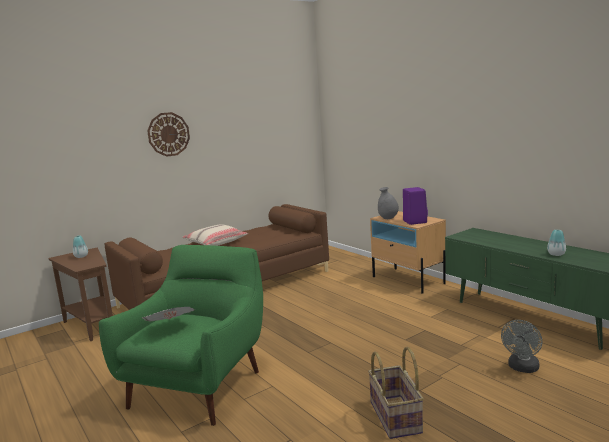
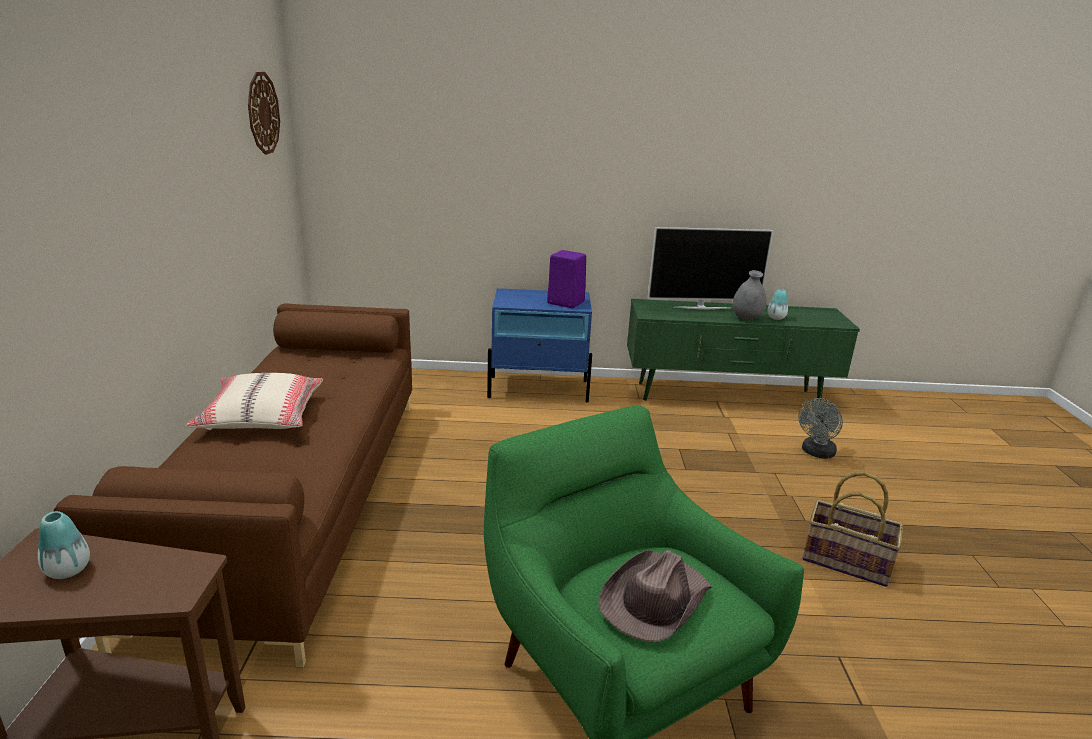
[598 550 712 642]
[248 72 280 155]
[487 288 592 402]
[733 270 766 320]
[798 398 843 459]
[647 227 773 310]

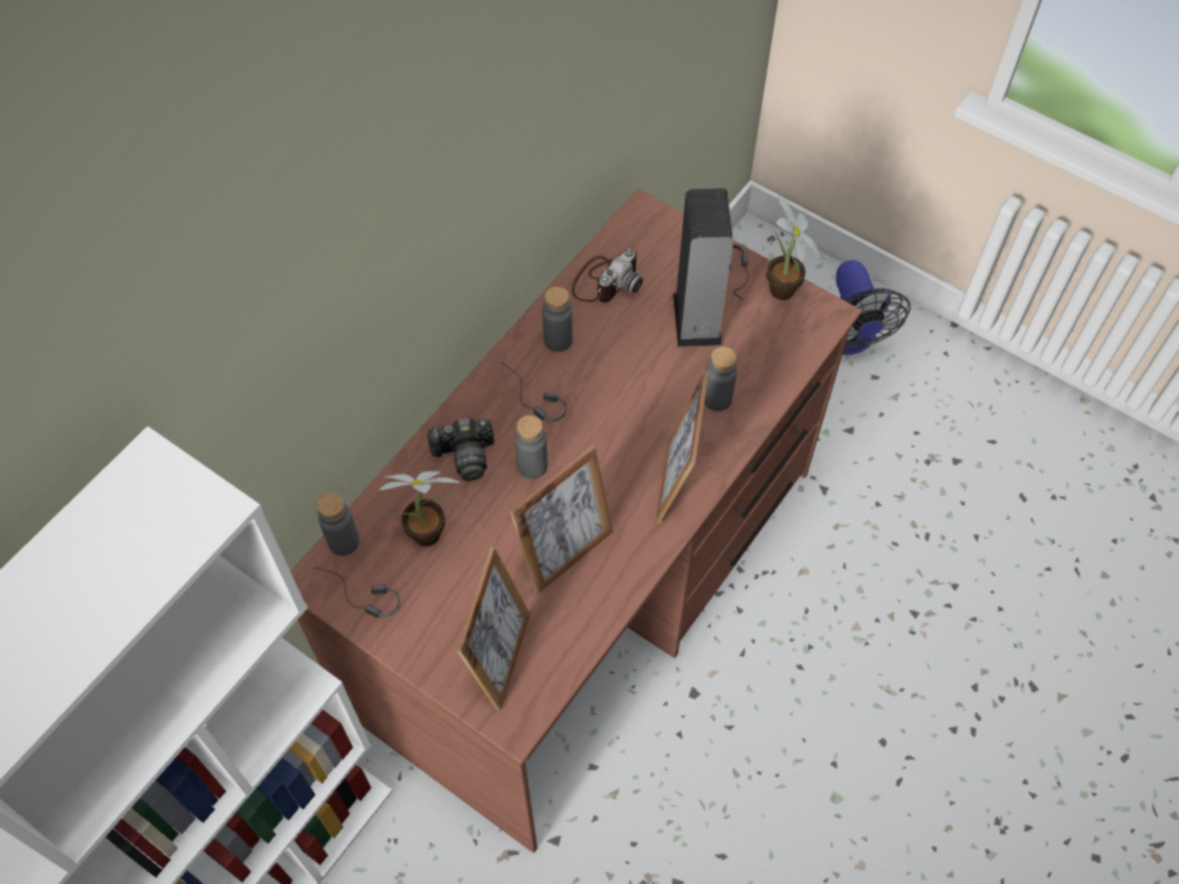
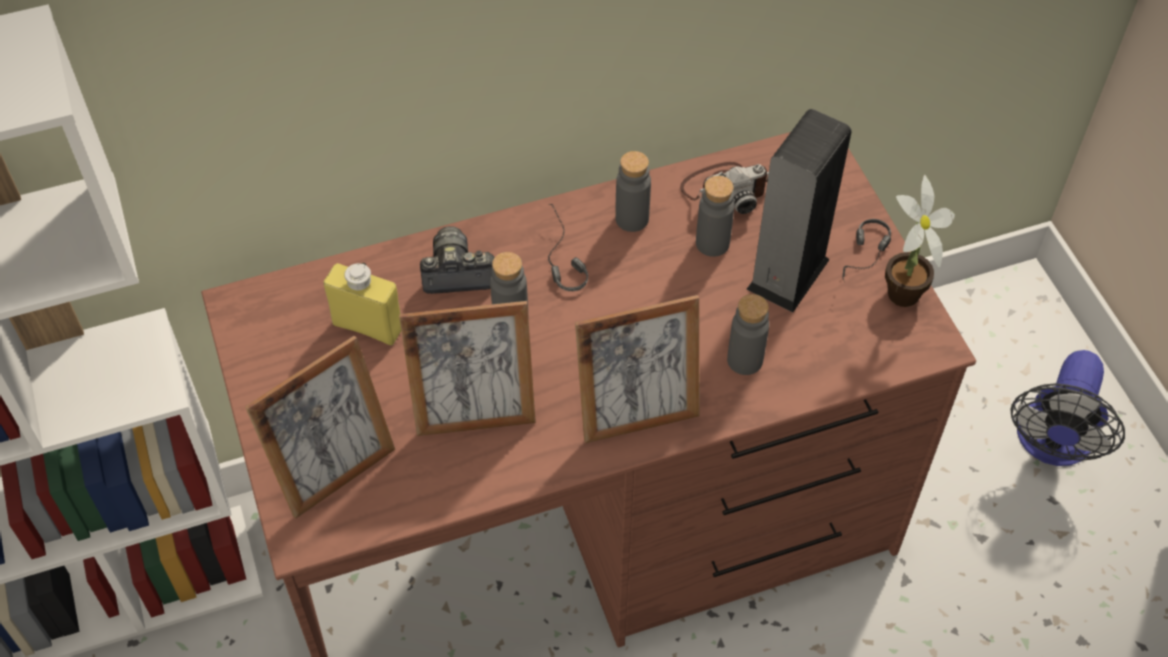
[312 567 401 617] (first image)
[696 176 735 257]
[324 263 401 345]
[420 226 494 294]
[575 295 699 443]

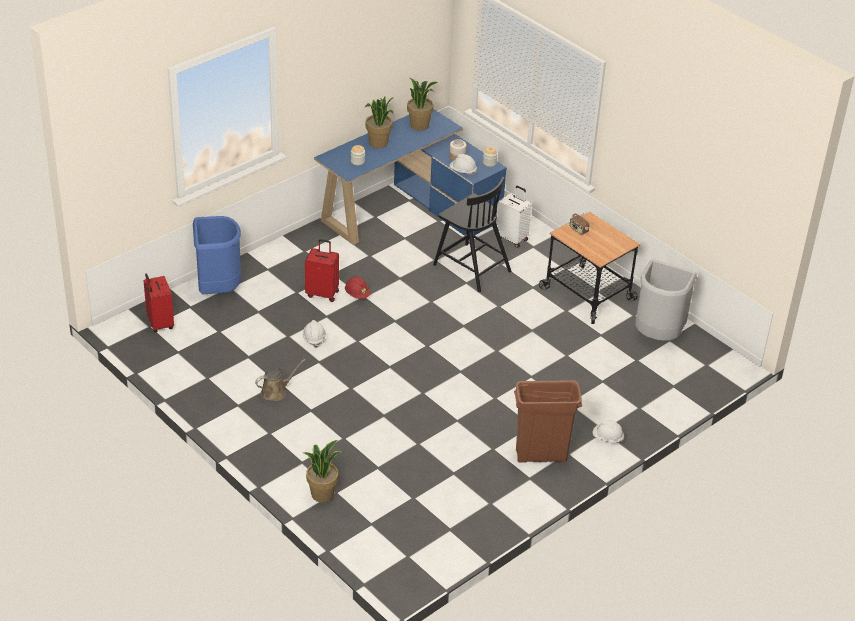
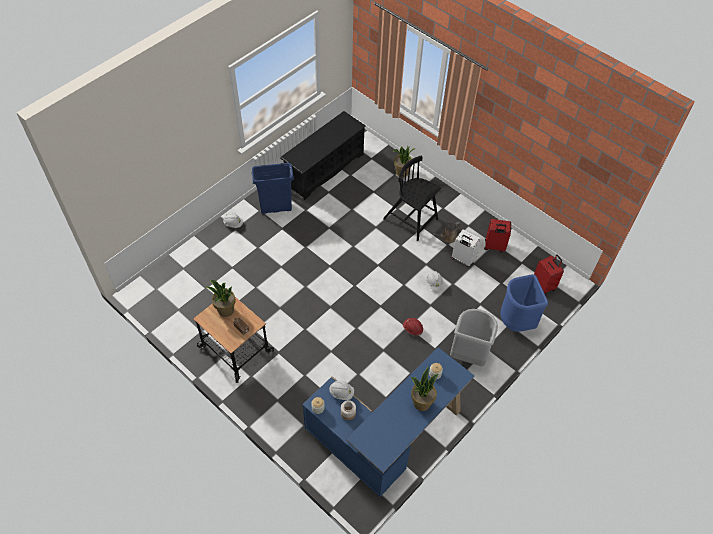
[484 219 511 253]
[206 280 236 317]
[383 155 441 241]
[452 230 481 267]
[252 163 294 214]
[450 309 498 366]
[280 111 366 200]

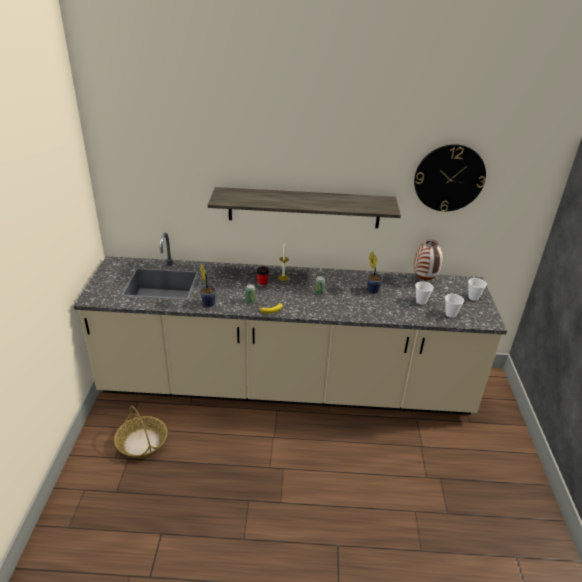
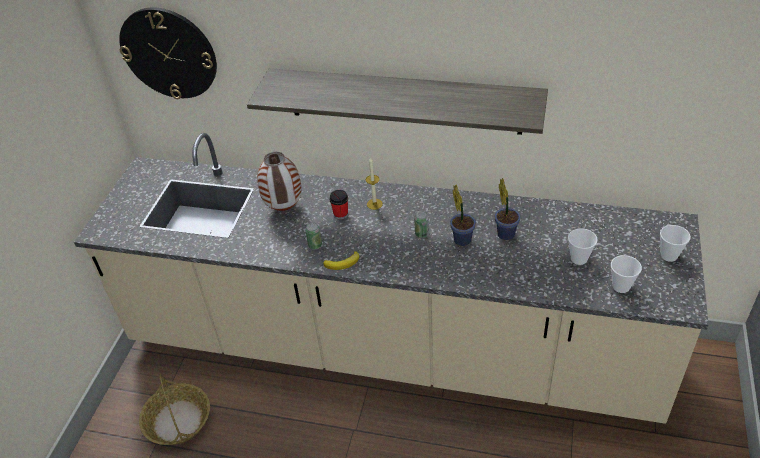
[450 185 476 246]
[257 152 302 211]
[119 7 217 99]

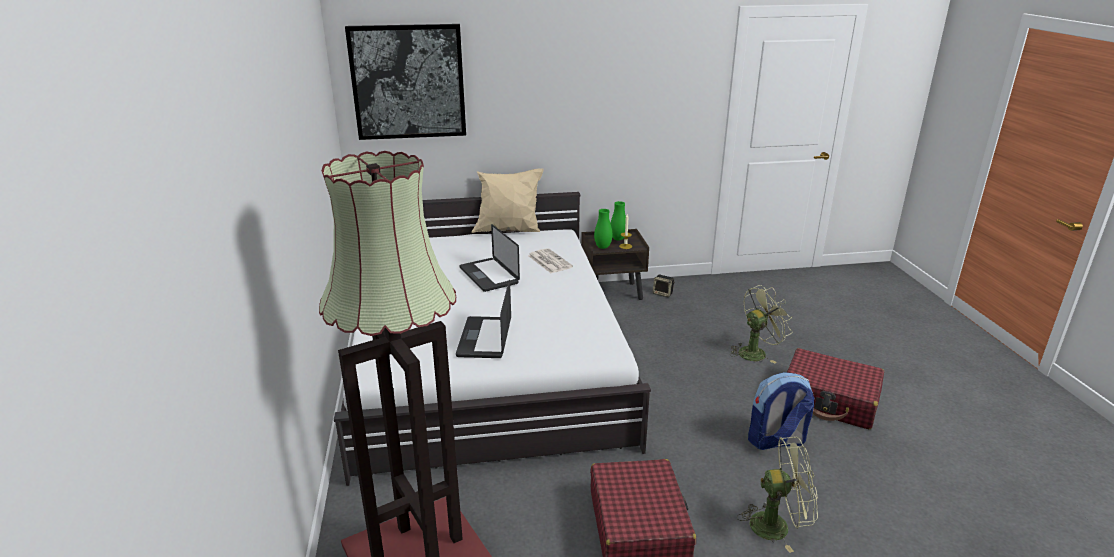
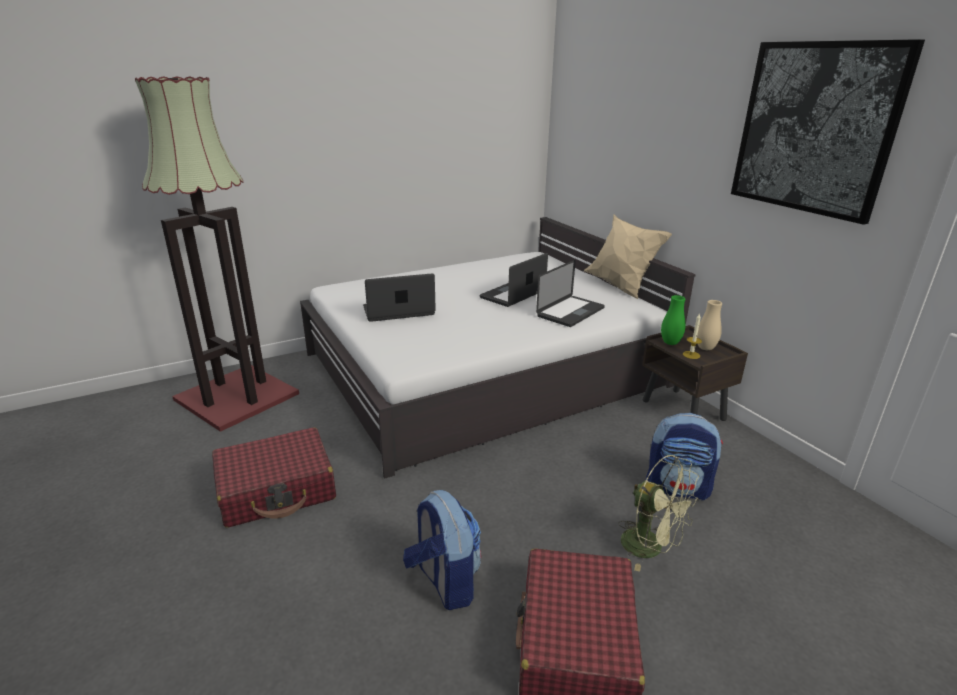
[731 39 925 225]
[536 260 605 327]
[697 300 722 350]
[653 275 675 297] (first image)
[737 437 818 553] (first image)
[646 413 723 500]

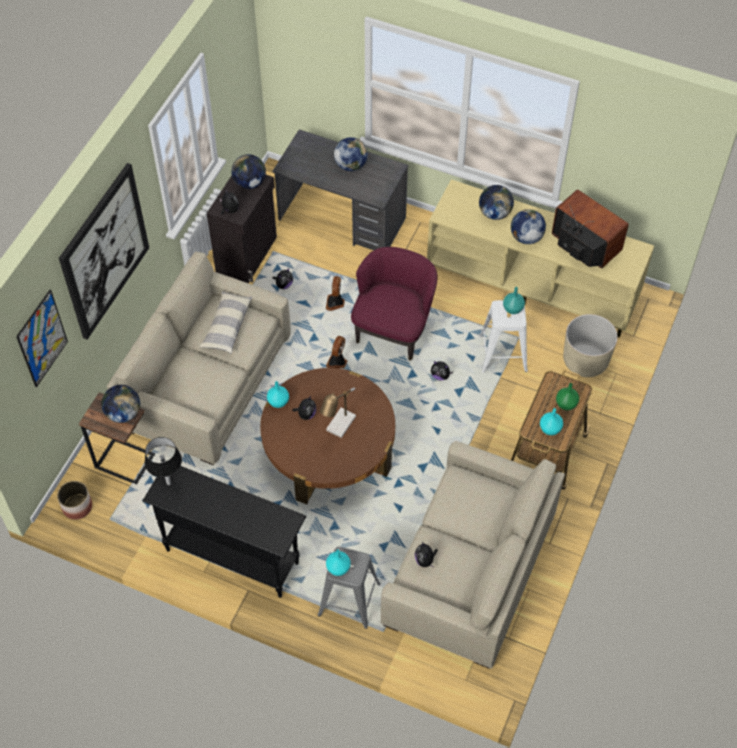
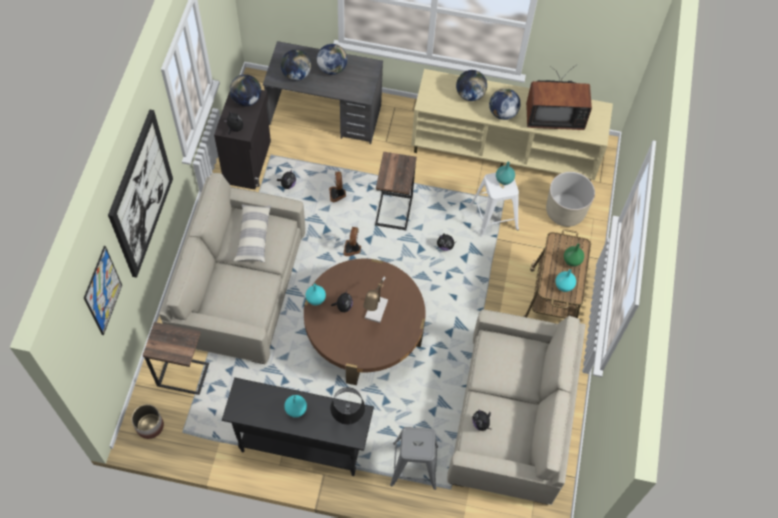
[281 50 311 81]
[330 387 365 425]
[284 395 307 418]
[375 152 417 230]
[526 65 592 130]

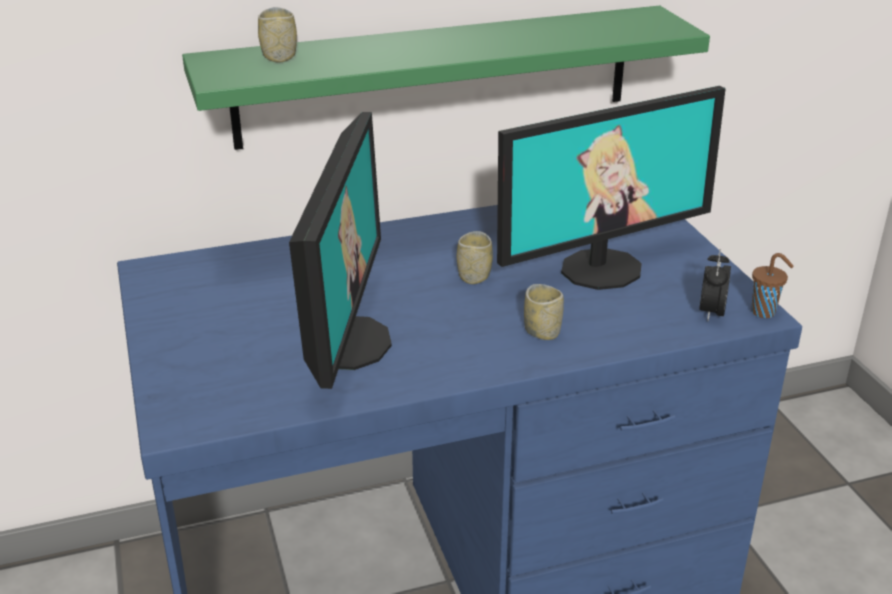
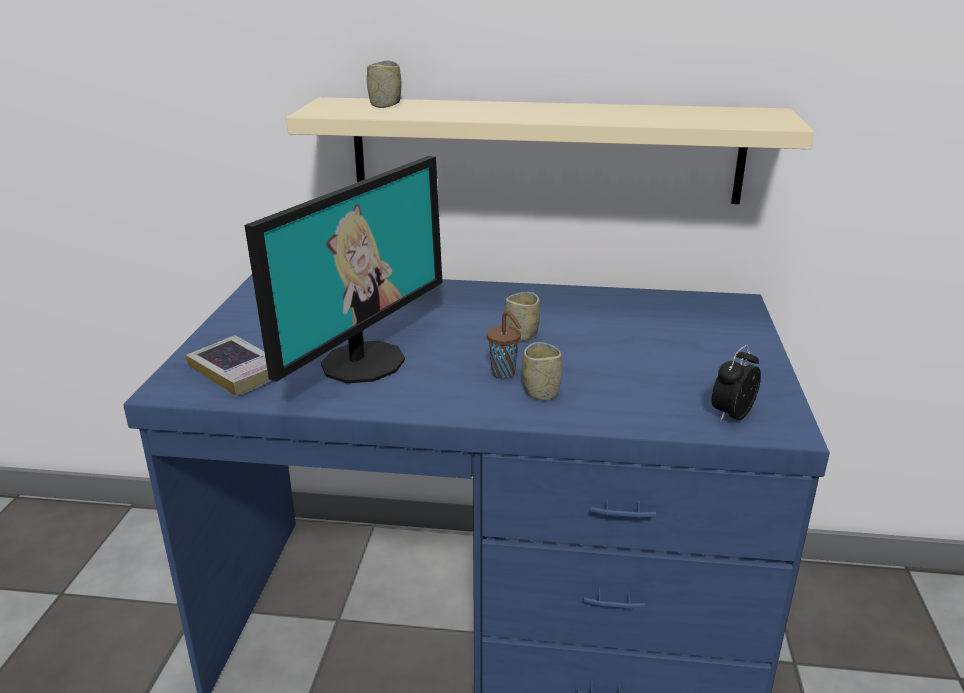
[286 97 814 204]
[497 86 726 290] (first image)
[487 311 522 378]
[186 335 271 396]

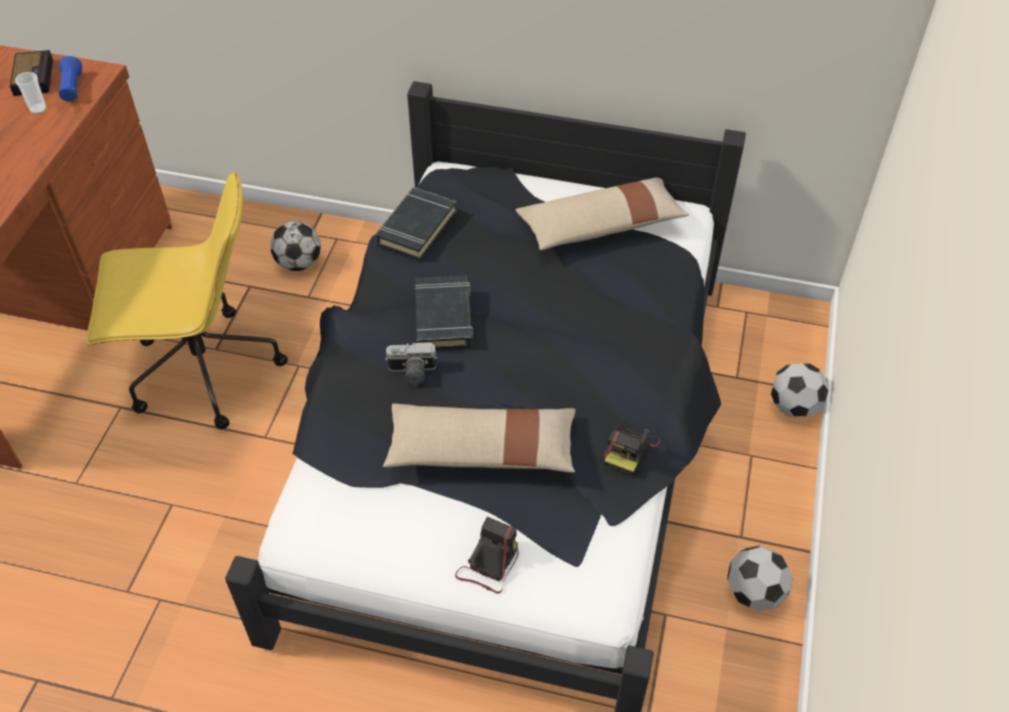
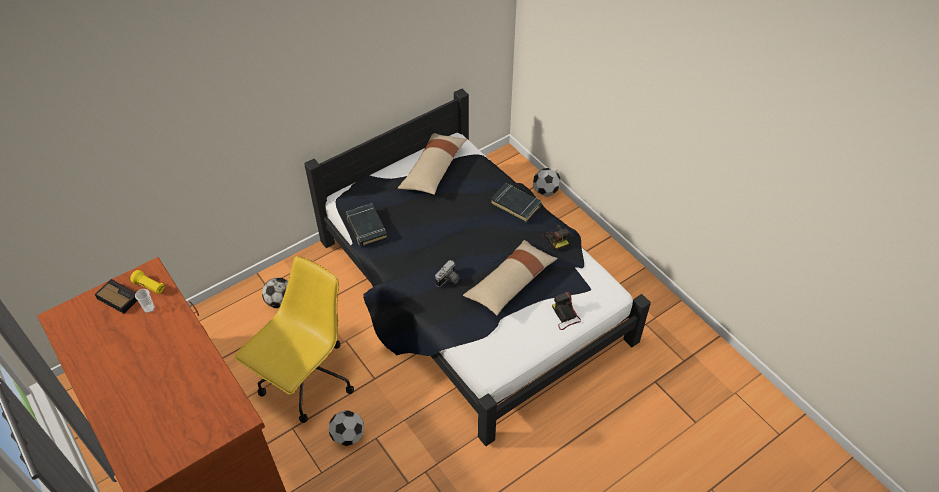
[130 270 165 294]
[490 183 542 223]
[329 410 364 446]

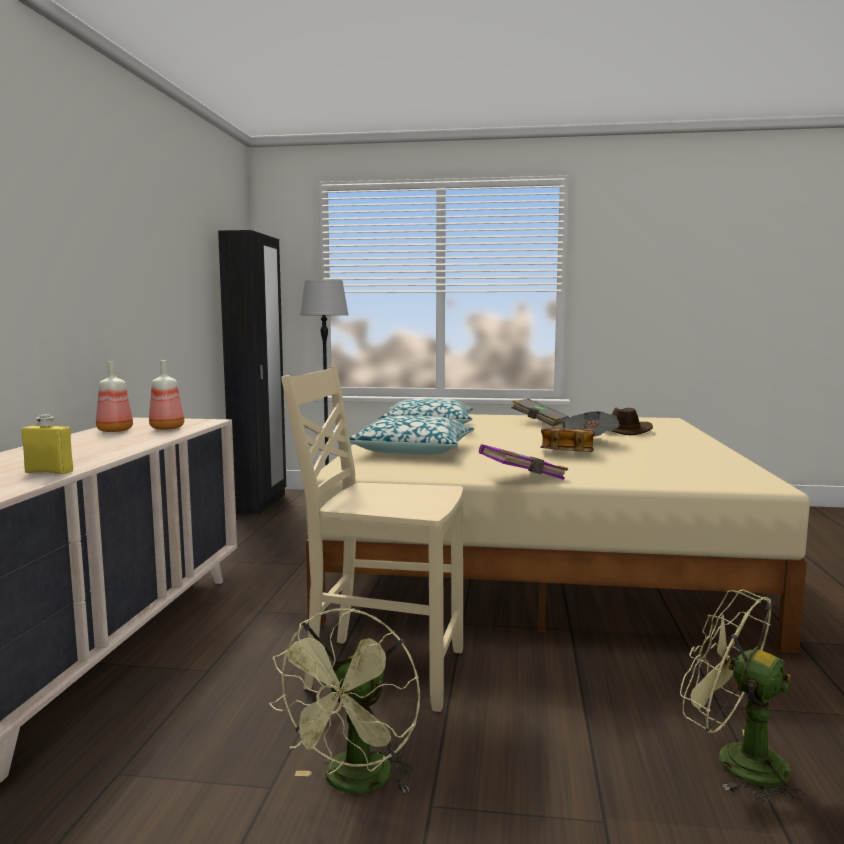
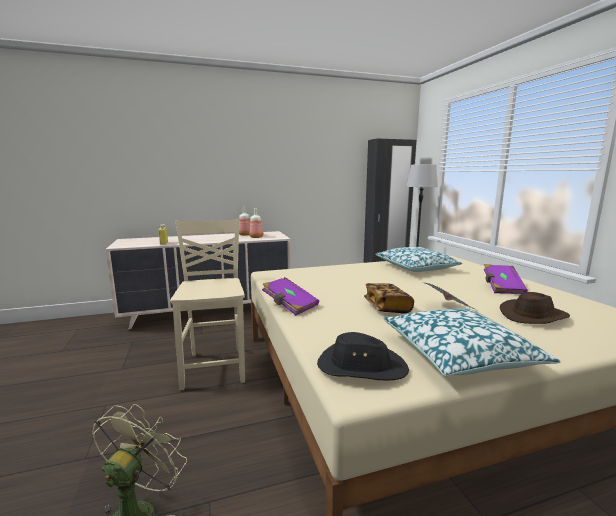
[269 608 420 794] (first image)
[384 308 561 376]
[484 264 528 294]
[317 332 409 381]

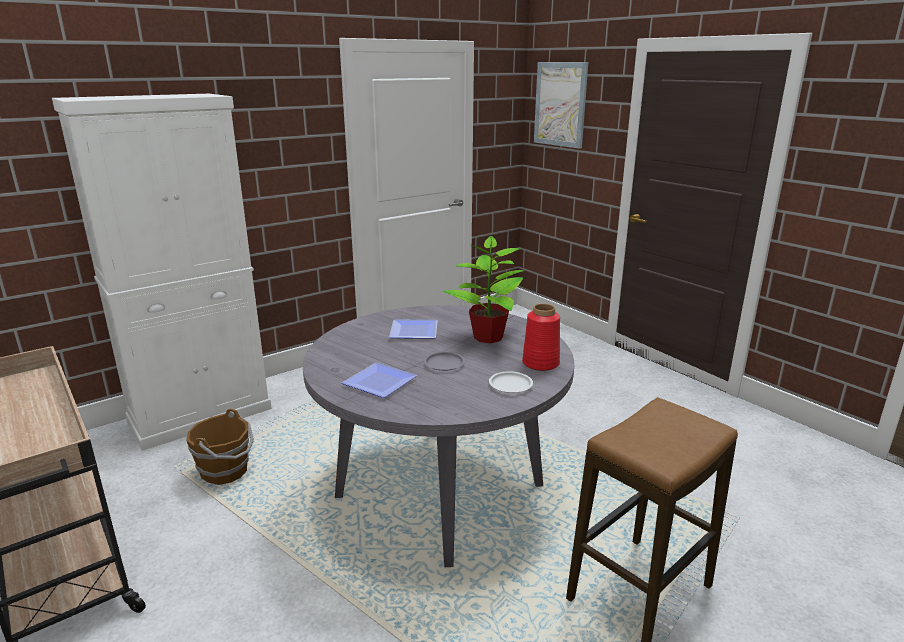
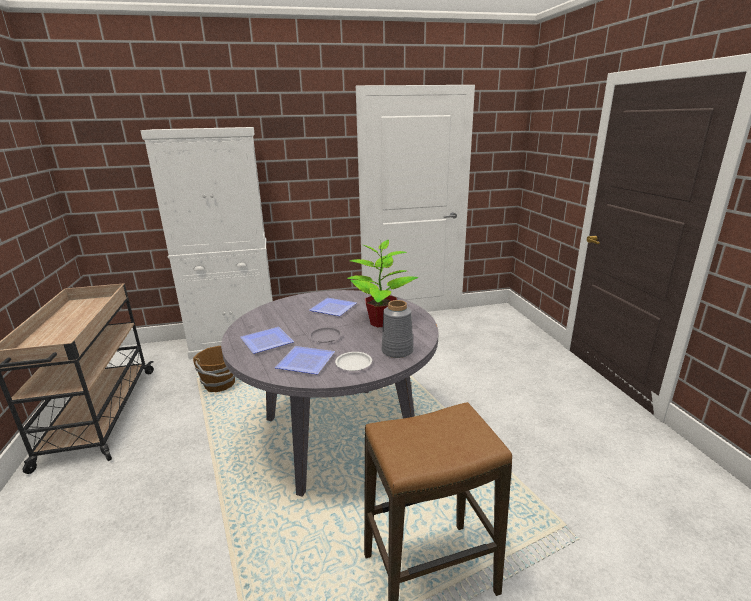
[382 300 413 358]
[534 62 589 149] (first image)
[275 346 335 374]

